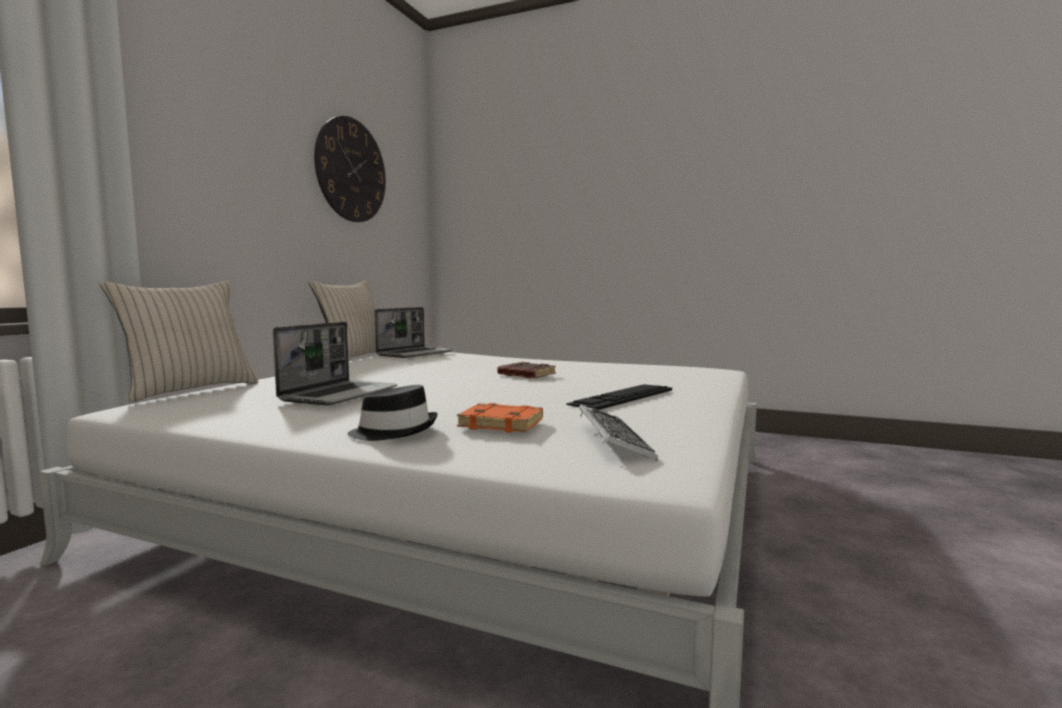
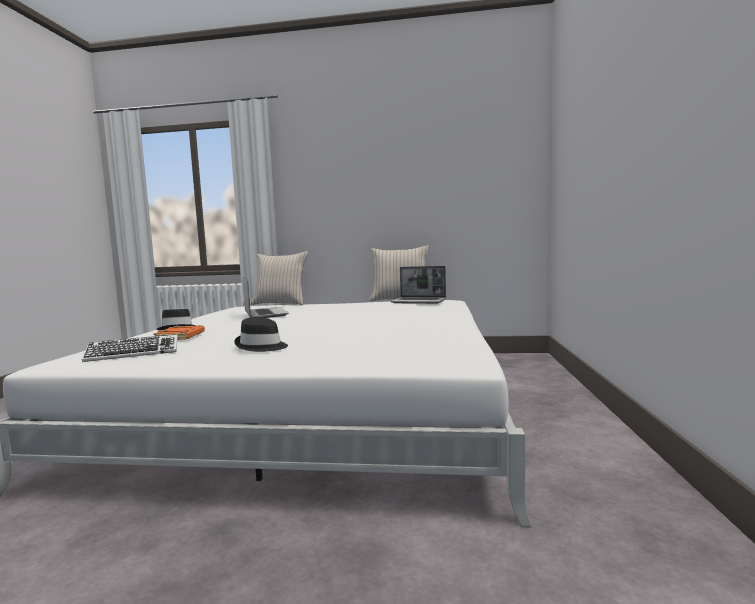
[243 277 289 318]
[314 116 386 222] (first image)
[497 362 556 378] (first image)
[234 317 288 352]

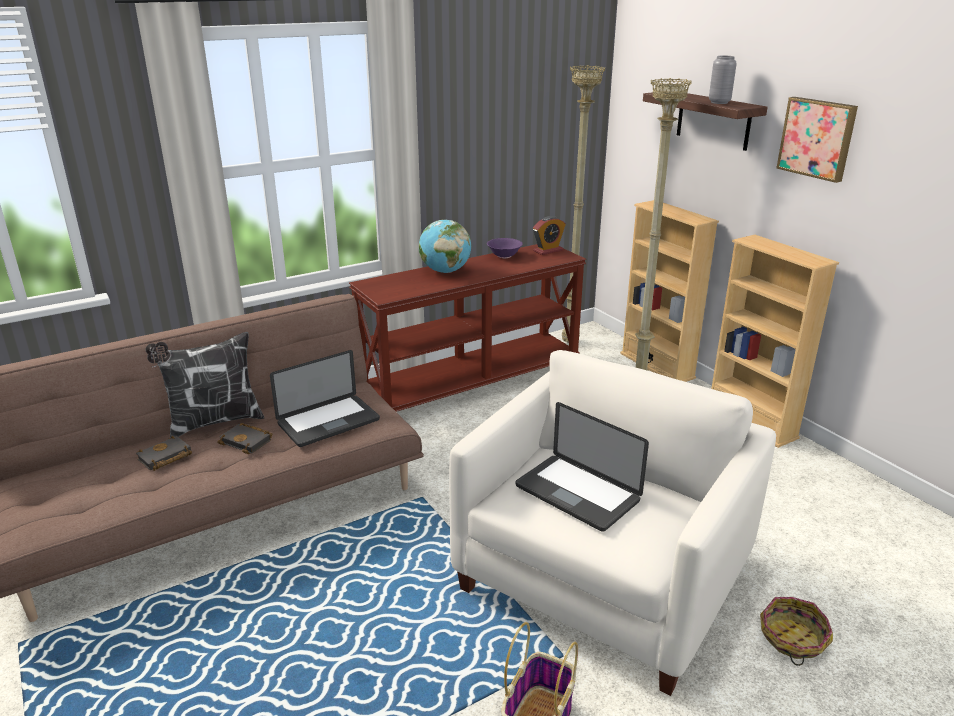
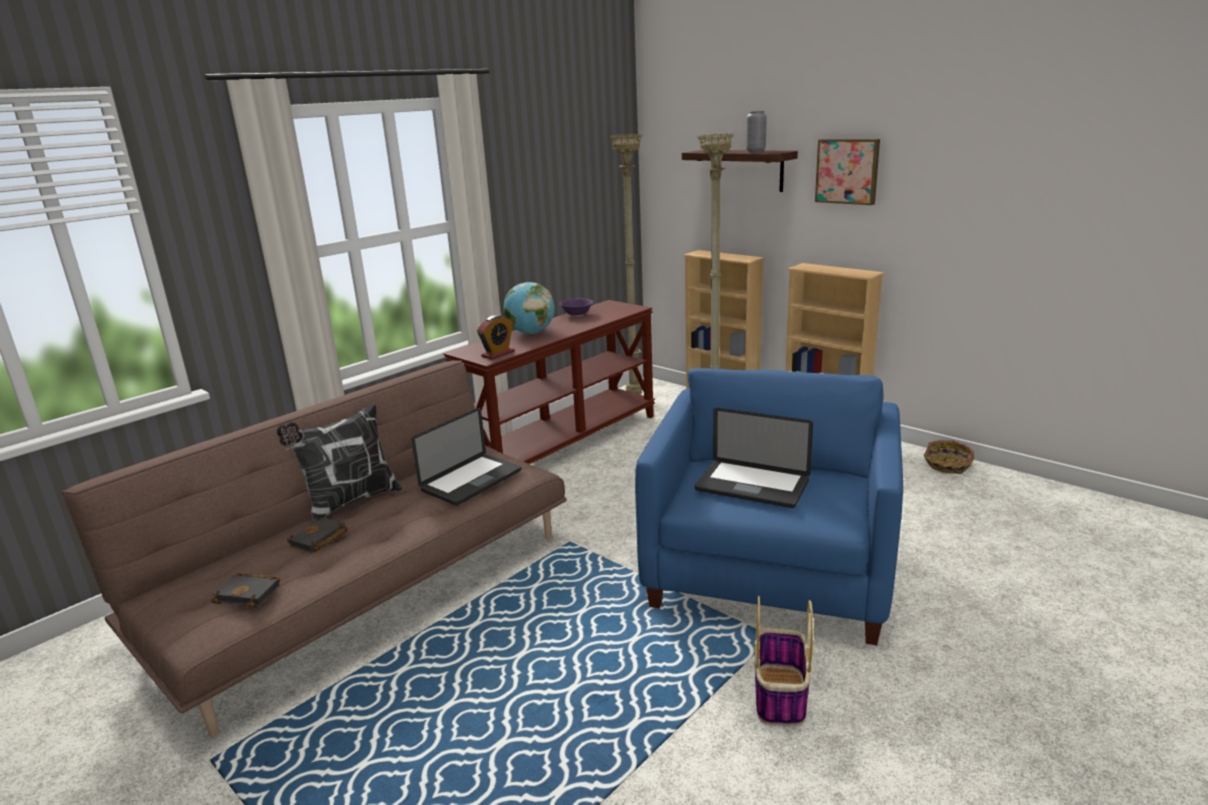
[211 573 280 608]
[635 368 903 645]
[477 315 515 360]
[924 440 974 474]

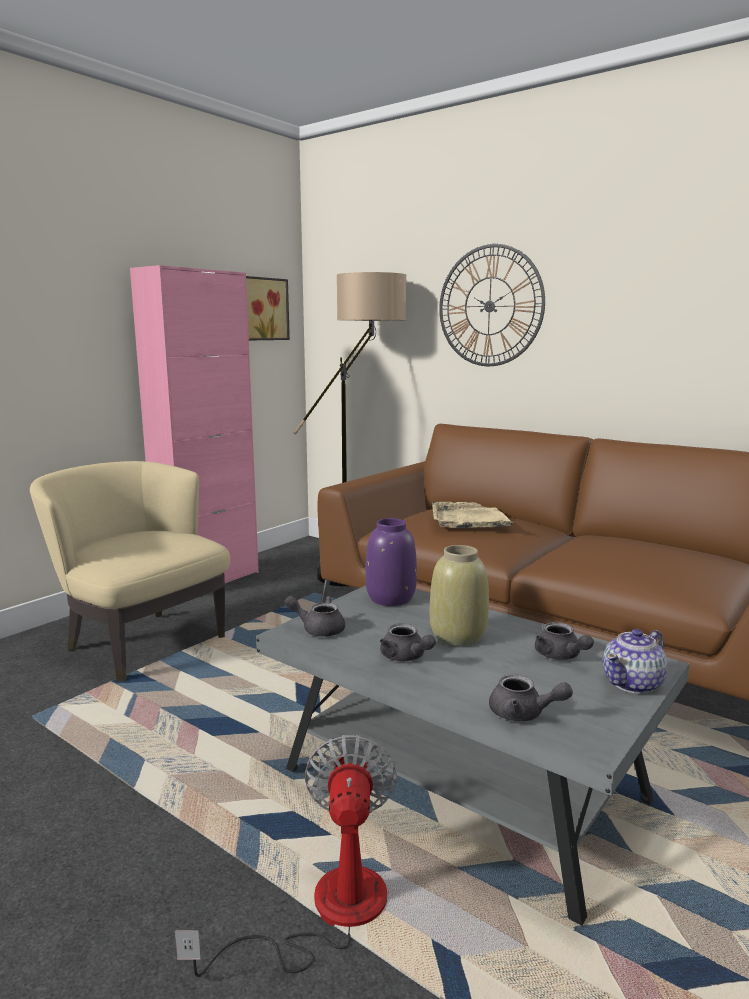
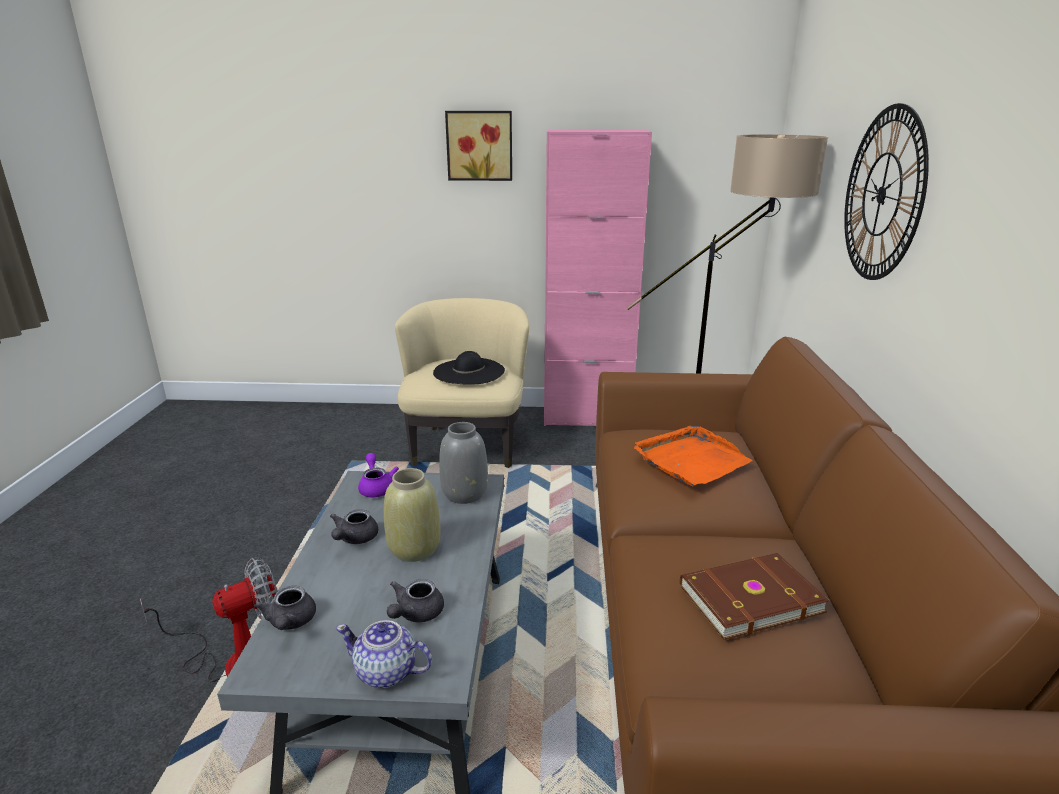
[445 111 512 181]
[358 453 399 497]
[439 422 488 504]
[634 426 753 486]
[433 351 505 385]
[680 553 829 640]

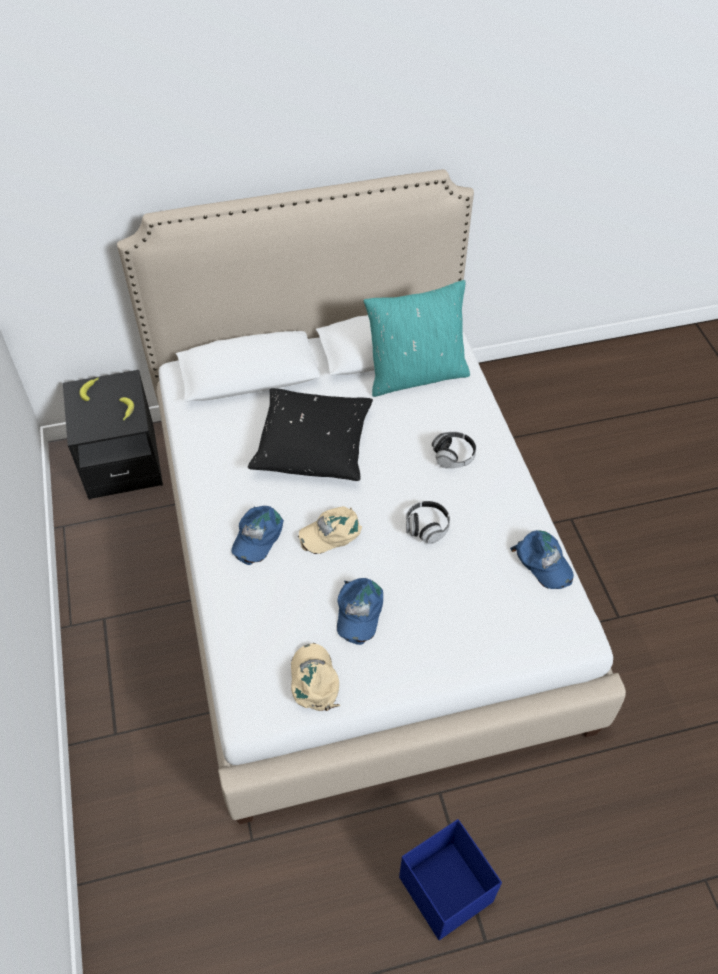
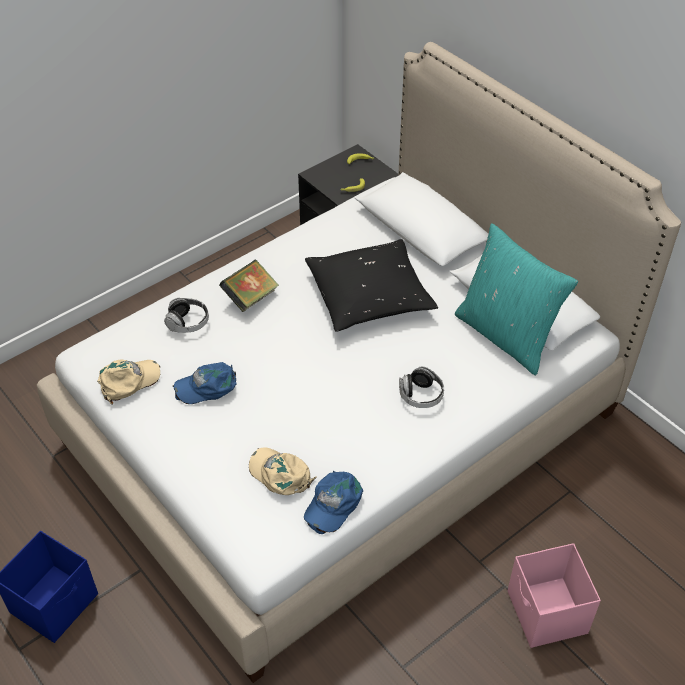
[219 260 279 312]
[249 447 316 495]
[164 298 209 333]
[508 543 601 648]

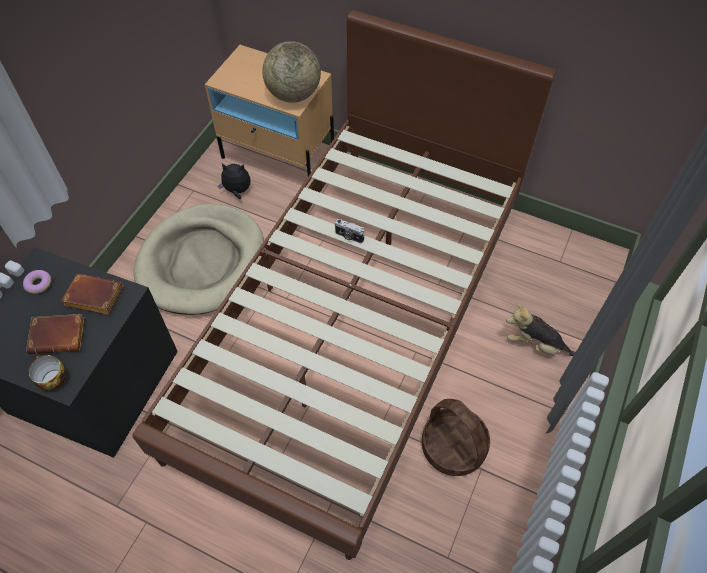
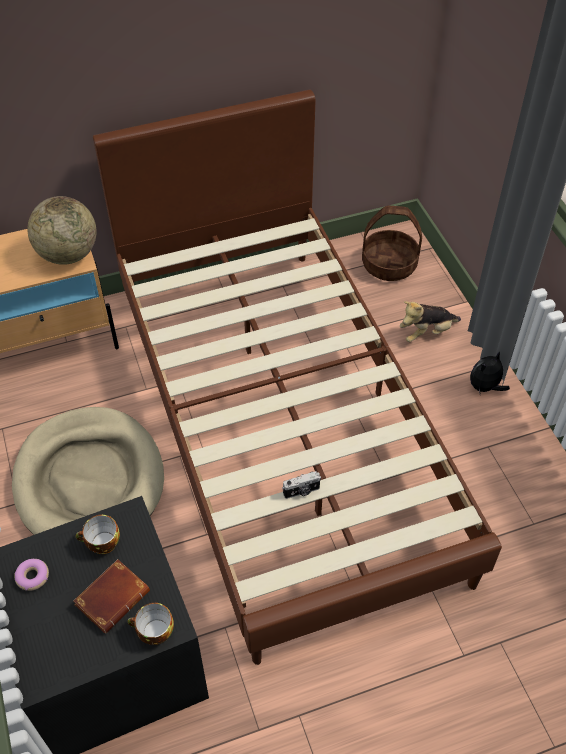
[75 515 120 554]
[470 352 510 393]
[282 471 321 499]
[362 206 422 281]

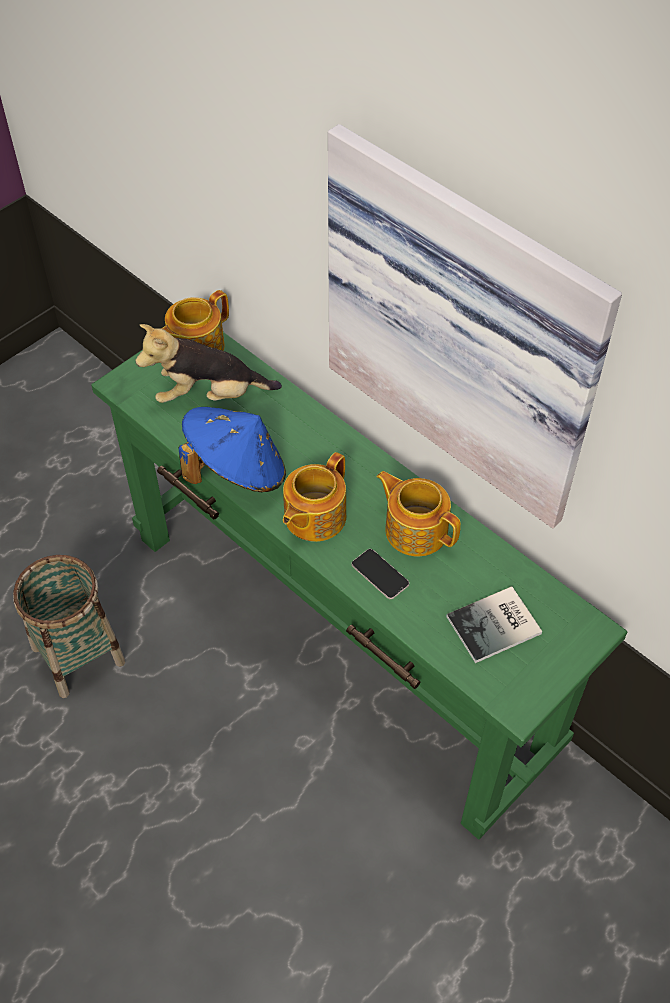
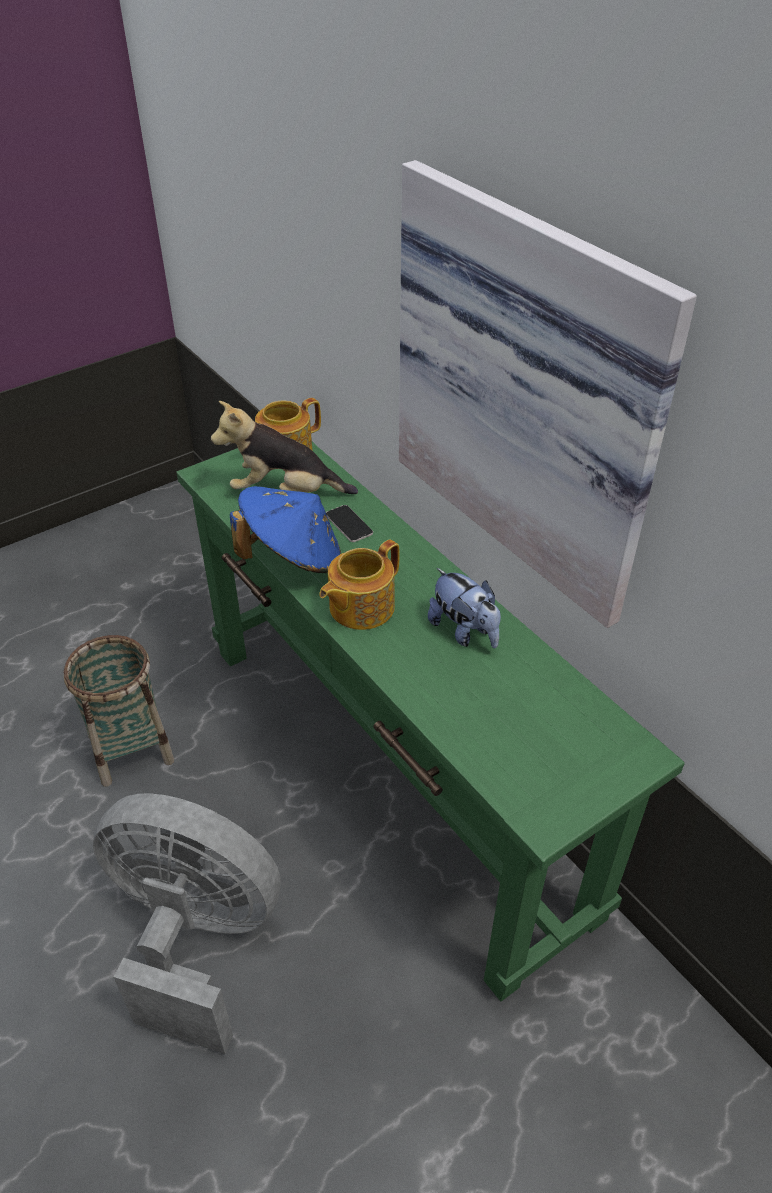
[326 505 373 542]
[428 568 501 648]
[446 586 542 663] (first image)
[93 793 281 1054]

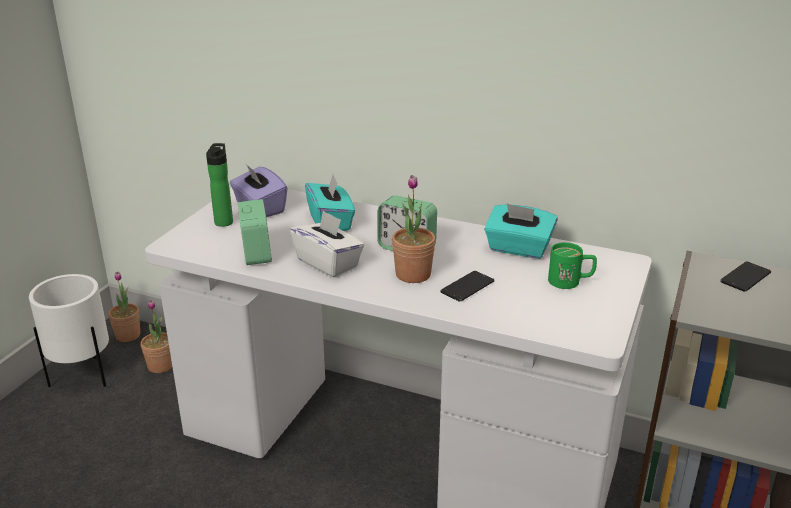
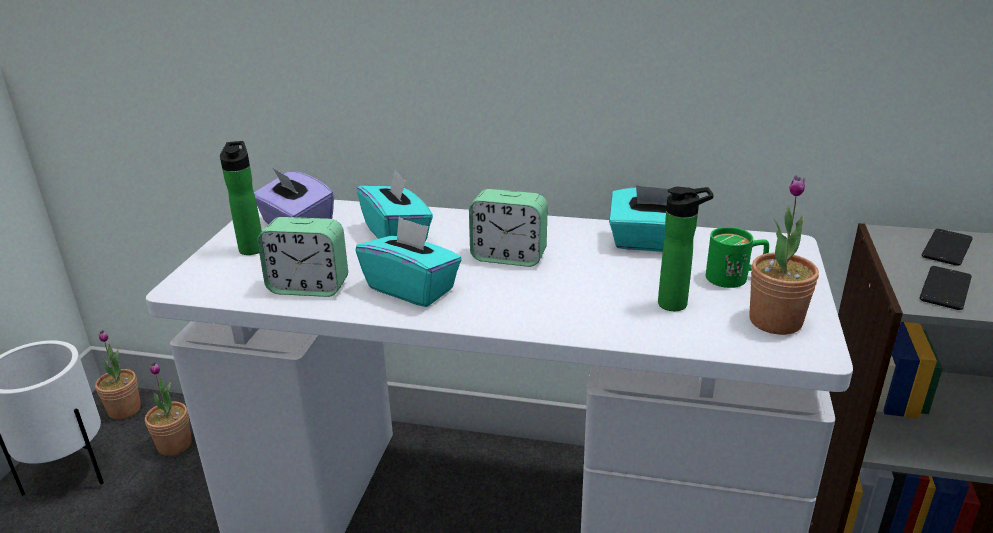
[257 217 348 297]
[355 217 462 307]
[749 175 819 335]
[920 266 972 310]
[658 187 714 311]

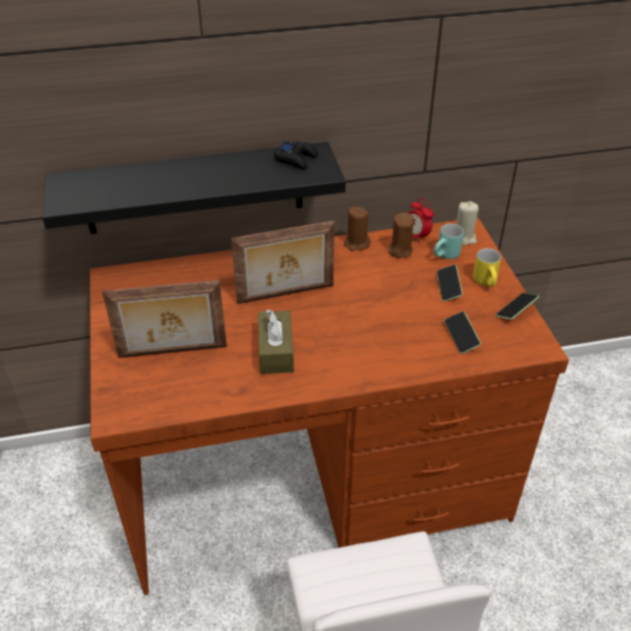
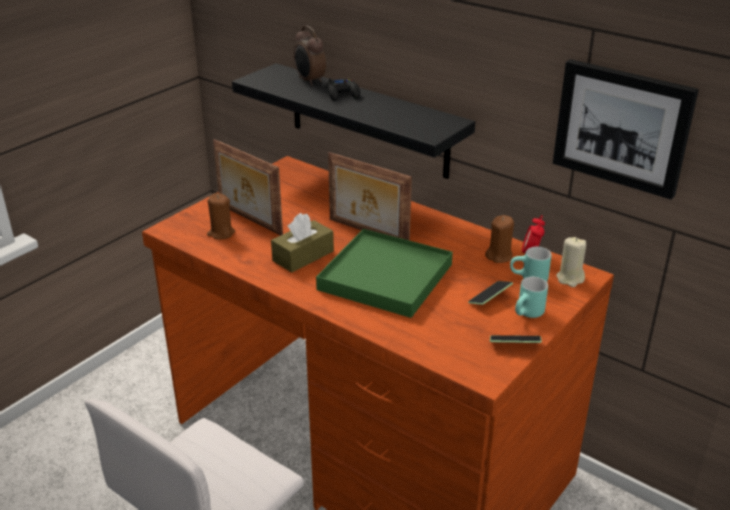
[326 78 360 101]
[207 193 235 240]
[444 311 481 354] (first image)
[515 277 548 318]
[294 26 326 86]
[316 229 453 318]
[553 59 699 200]

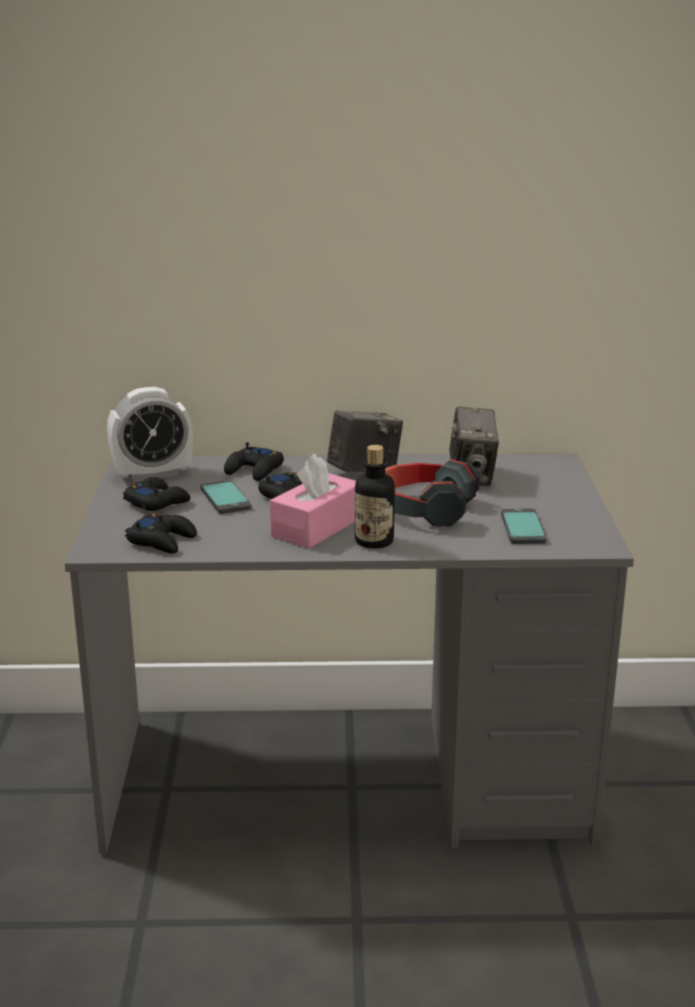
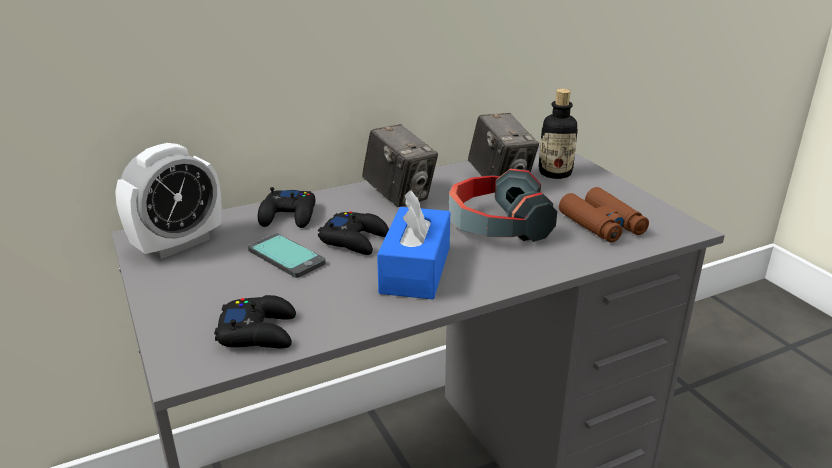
[123 477 191 511] (first image)
[377 190 450 299]
[362 124 438 207]
[539 89 578 179]
[559 187 649 243]

